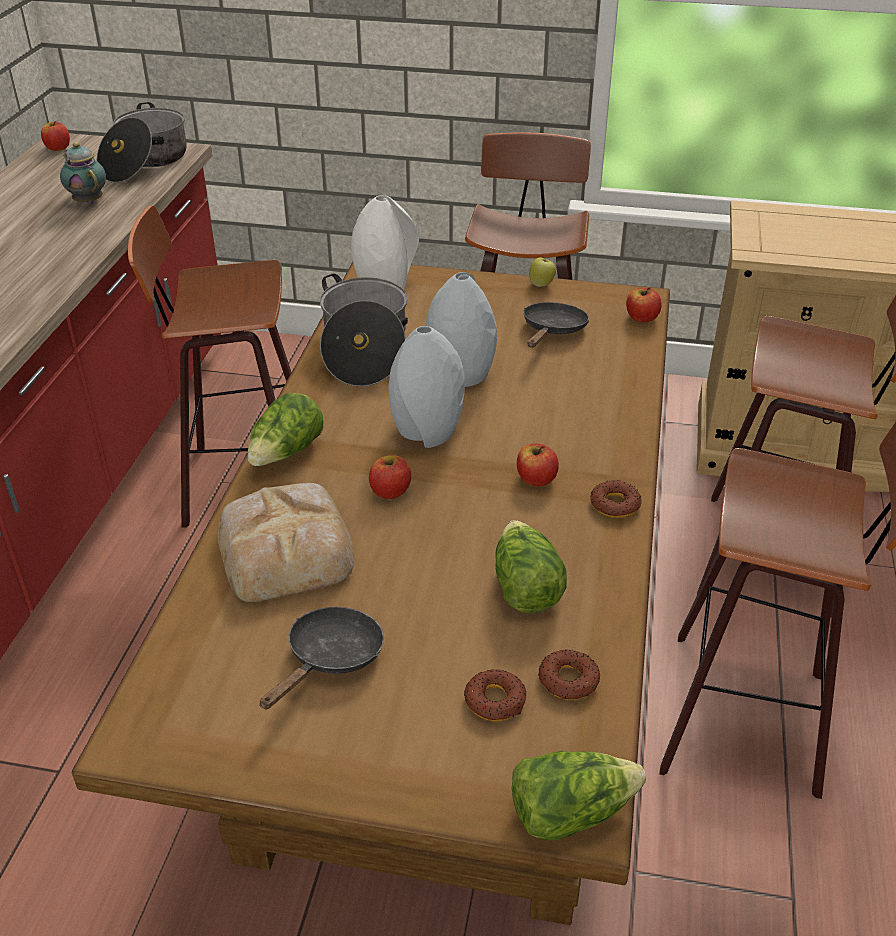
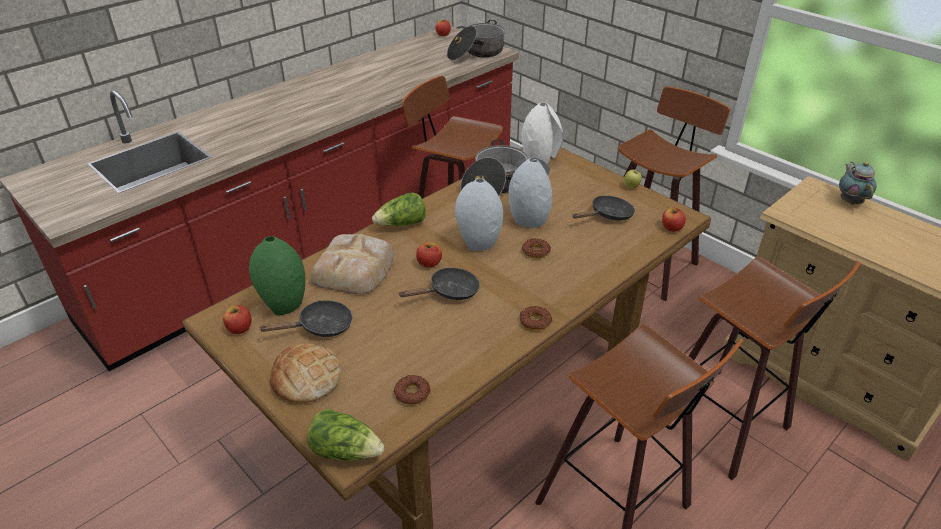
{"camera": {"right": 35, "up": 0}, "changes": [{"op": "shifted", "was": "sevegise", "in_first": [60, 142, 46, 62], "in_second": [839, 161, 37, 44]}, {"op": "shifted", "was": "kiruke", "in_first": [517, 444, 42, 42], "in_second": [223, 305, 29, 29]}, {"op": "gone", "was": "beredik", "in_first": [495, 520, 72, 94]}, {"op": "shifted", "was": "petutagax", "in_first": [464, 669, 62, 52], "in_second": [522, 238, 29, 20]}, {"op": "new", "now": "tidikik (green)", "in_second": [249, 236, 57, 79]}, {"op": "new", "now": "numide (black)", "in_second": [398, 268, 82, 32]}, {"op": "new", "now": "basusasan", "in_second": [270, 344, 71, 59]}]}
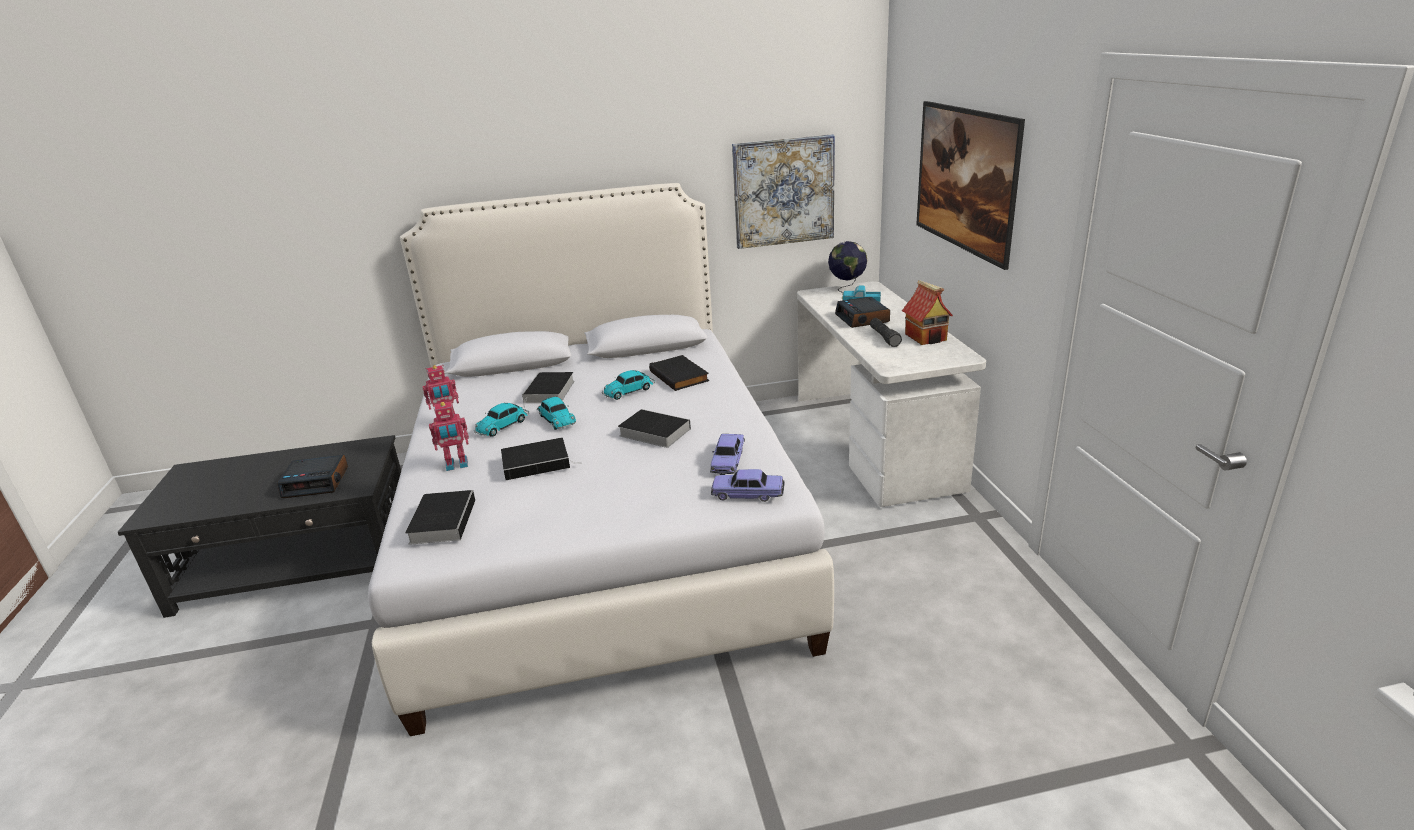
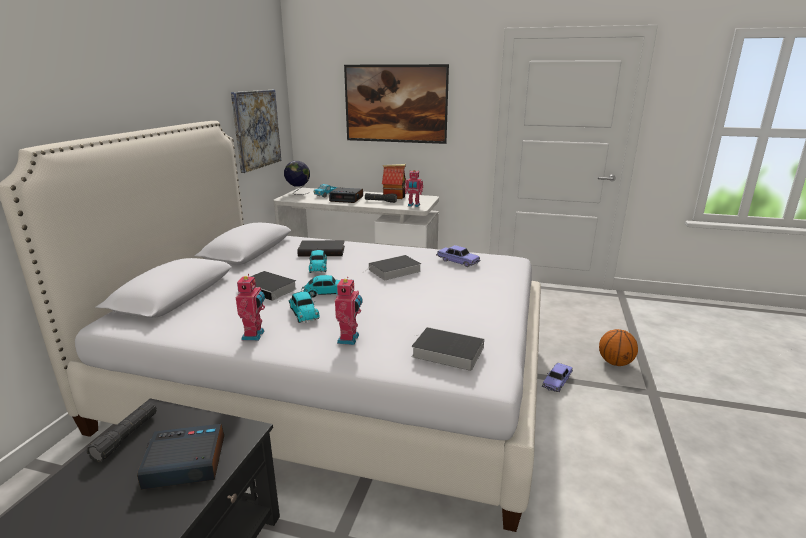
{"camera": {"right": -65, "up": -5}, "changes": [{"op": "gone", "was": "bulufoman", "in_first": [501, 438, 77, 42]}, {"op": "rotated", "was": "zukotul", "in_first": [277, 455, 71, 43], "in_second": [137, 424, 87, 66], "clockwise": -120}, {"op": "shifted", "was": "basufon", "in_first": [711, 469, 74, 33], "in_second": [542, 363, 31, 29]}, {"op": "new", "now": "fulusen", "in_second": [405, 170, 18, 37]}, {"op": "new", "now": "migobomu", "in_second": [599, 329, 39, 37]}, {"op": "new", "now": "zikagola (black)", "in_second": [87, 402, 70, 60]}]}
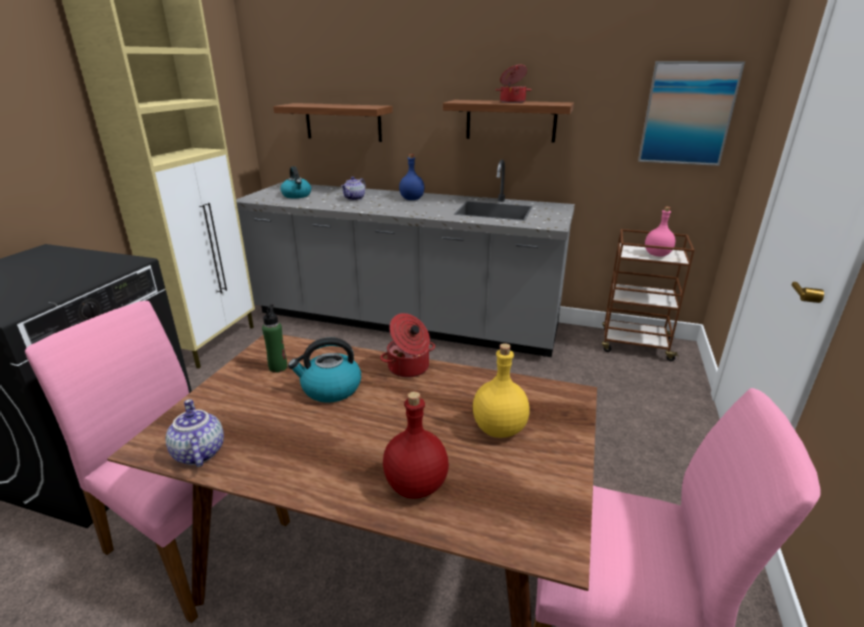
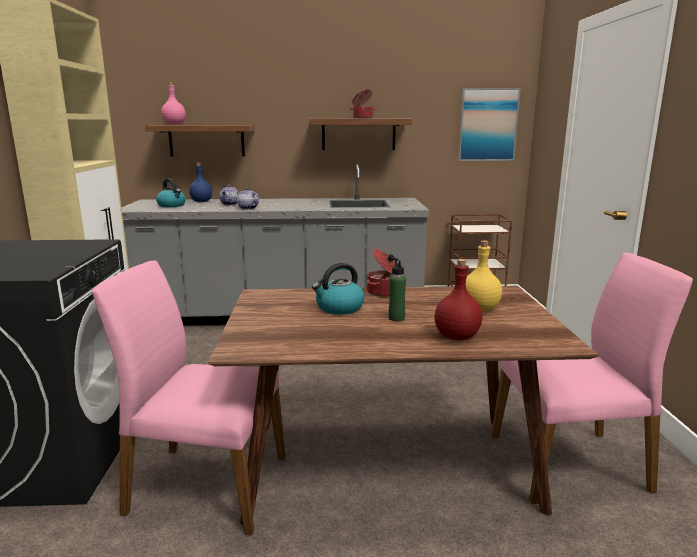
{"camera": {"right": -20, "up": -10}, "changes": [{"op": "shifted", "was": "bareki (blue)", "in_first": [399, 154, 25, 46], "in_second": [189, 162, 23, 40]}, {"op": "shifted", "was": "bareki (pink)", "in_first": [645, 207, 30, 50], "in_second": [161, 82, 25, 43]}, {"op": "shifted", "was": "bareki (green)", "in_first": [262, 304, 25, 69], "in_second": [388, 258, 18, 63]}, {"op": "shifted", "was": "sevegise", "in_first": [166, 399, 58, 68], "in_second": [237, 188, 22, 22]}]}
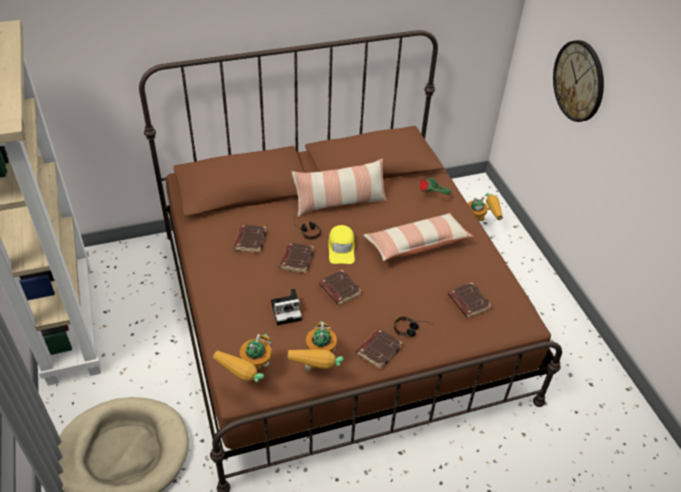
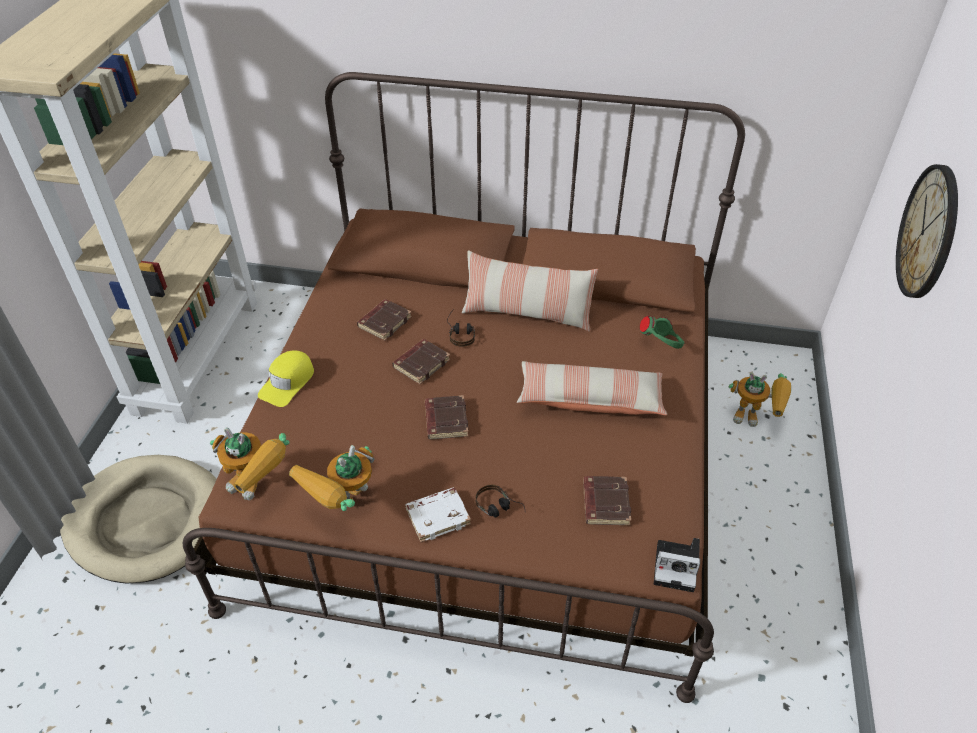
{"camera": {"right": 30, "up": 0}, "changes": [{"op": "shifted", "was": "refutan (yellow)", "in_first": [328, 225, 27, 39], "in_second": [258, 350, 56, 57]}, {"op": "shifted", "was": "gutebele", "in_first": [271, 289, 31, 36], "in_second": [654, 538, 46, 54]}, {"op": "repainted", "was": "bulufoman (brown)", "now": "bulufoman (white)", "in_first": [356, 328, 47, 42], "in_second": [405, 487, 66, 56]}, {"op": "rotated", "was": "fulusen", "in_first": [213, 334, 59, 48], "in_second": [210, 427, 79, 73], "clockwise": -120}]}
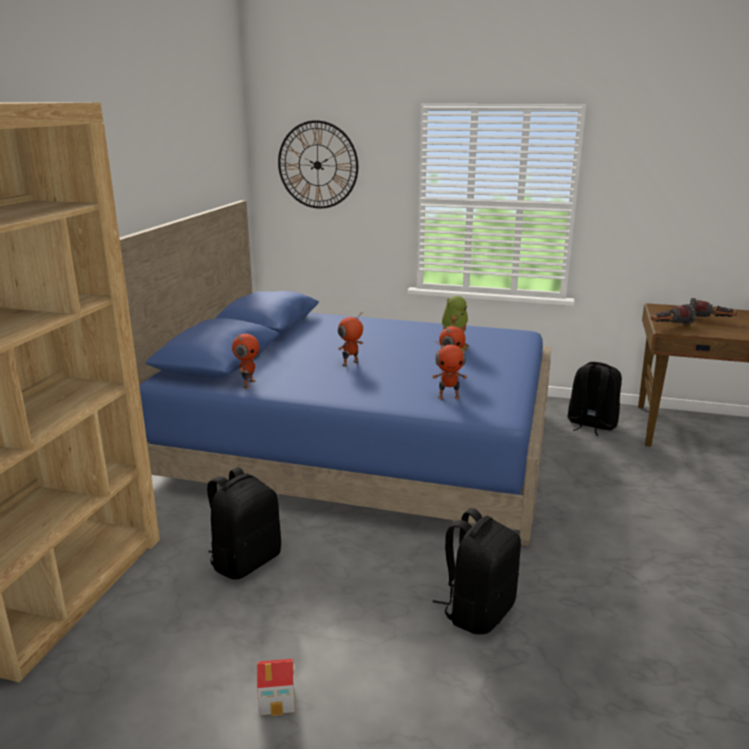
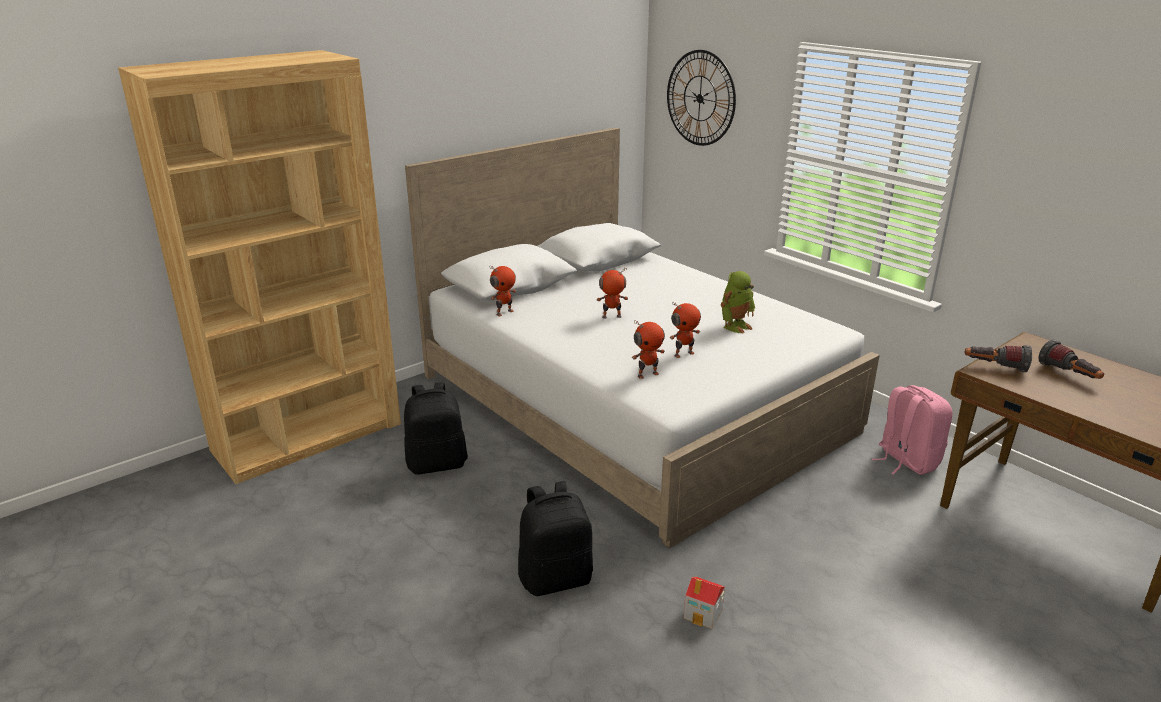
{"camera": {"right": 35, "up": 5}, "changes": [{"op": "repainted", "was": "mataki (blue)", "now": "mataki (white)", "in_first": [119, 200, 432, 346], "in_second": [405, 128, 475, 420]}, {"op": "rotated", "was": "fulusen", "in_first": [432, 340, 35, 59], "in_second": [632, 321, 33, 58], "clockwise": -60}, {"op": "repainted", "was": "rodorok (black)", "now": "rodorok (pink)", "in_first": [567, 362, 55, 74], "in_second": [872, 385, 81, 90]}, {"op": "shifted", "was": "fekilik", "in_first": [257, 659, 38, 57], "in_second": [684, 577, 41, 52]}]}
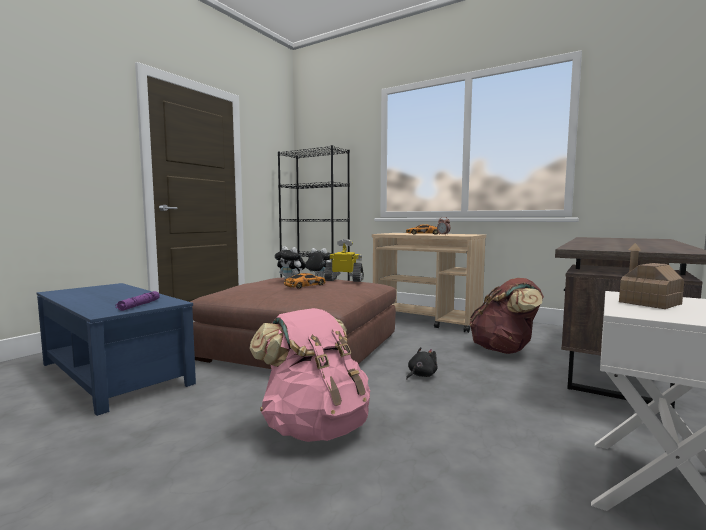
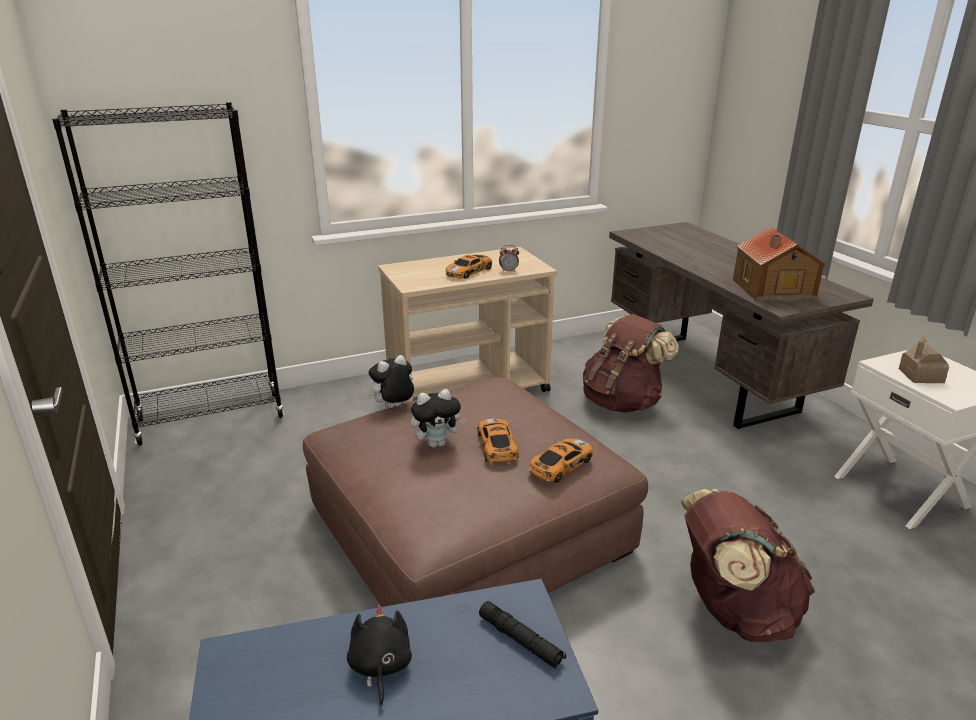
{"camera": {"right": -55, "up": 20}, "changes": [{"op": "gone", "was": "fulusen", "in_first": [324, 239, 40, 43]}, {"op": "repainted", "was": "zikagola (purple)", "now": "zikagola (black)", "in_first": [116, 291, 44, 20], "in_second": [479, 601, 87, 68]}, {"op": "repainted", "was": "rodorok (pink)", "now": "rodorok (brown)", "in_first": [249, 308, 121, 134], "in_second": [680, 489, 135, 153]}, {"op": "shifted", "was": "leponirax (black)", "in_first": [406, 347, 32, 32], "in_second": [347, 605, 65, 102]}, {"op": "new", "now": "fekilik", "in_second": [733, 226, 93, 75]}, {"op": "new", "now": "basufon", "in_second": [528, 438, 65, 45]}]}
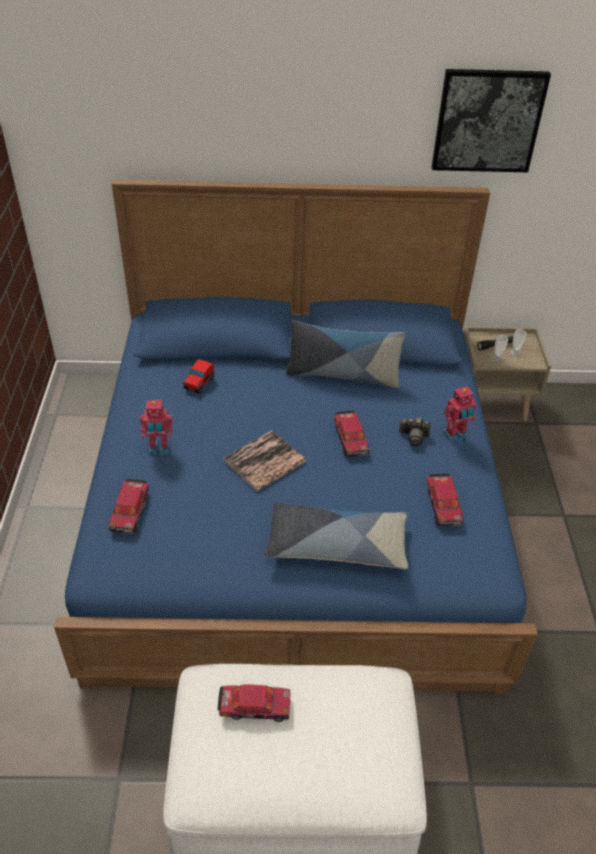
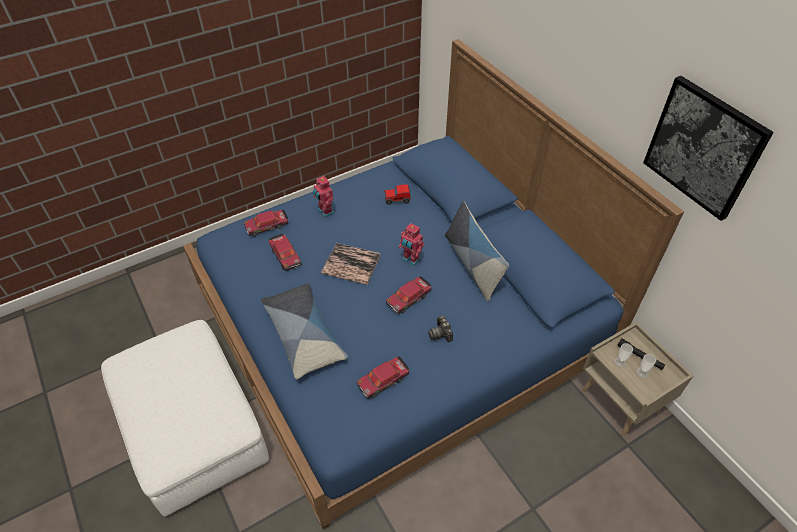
{"camera": {"right": 60, "up": 5}, "changes": [{"op": "shifted", "was": "fulusen", "in_first": [443, 386, 33, 56], "in_second": [399, 223, 25, 43]}, {"op": "shifted", "was": "basufon", "in_first": [218, 684, 73, 38], "in_second": [269, 234, 32, 37]}]}
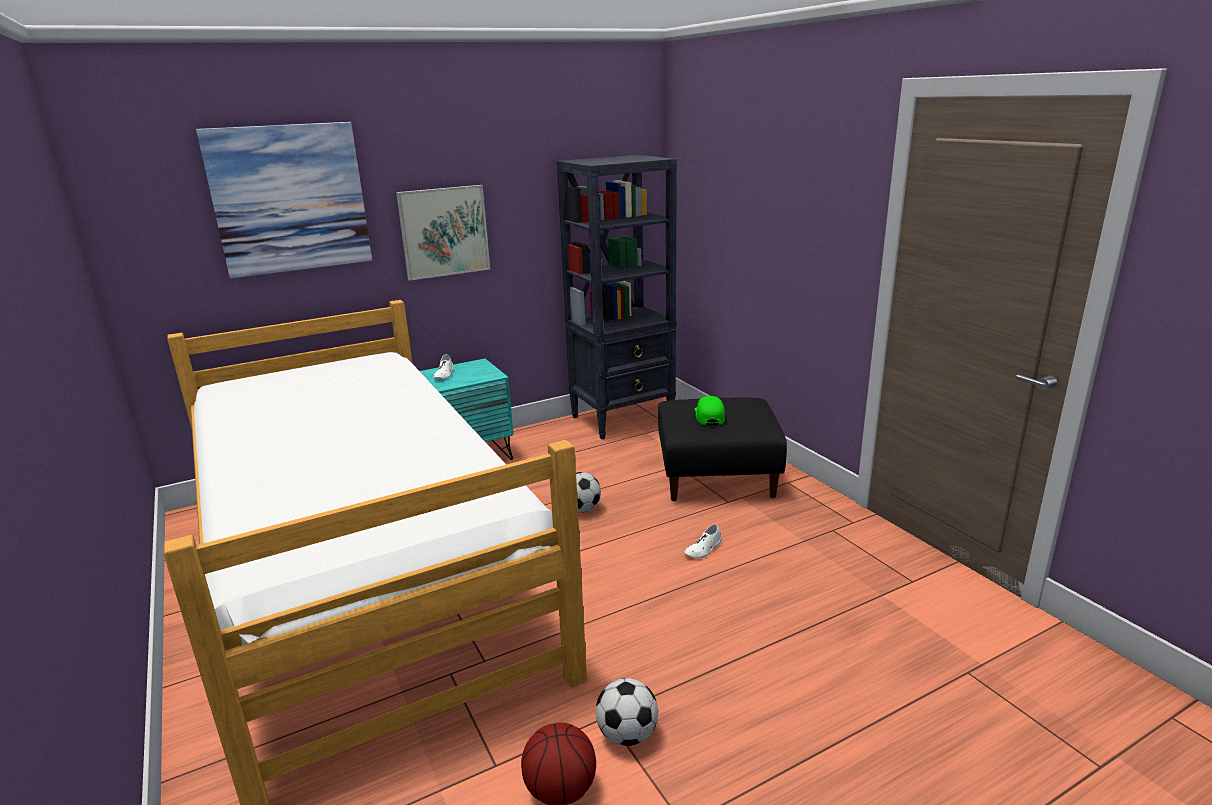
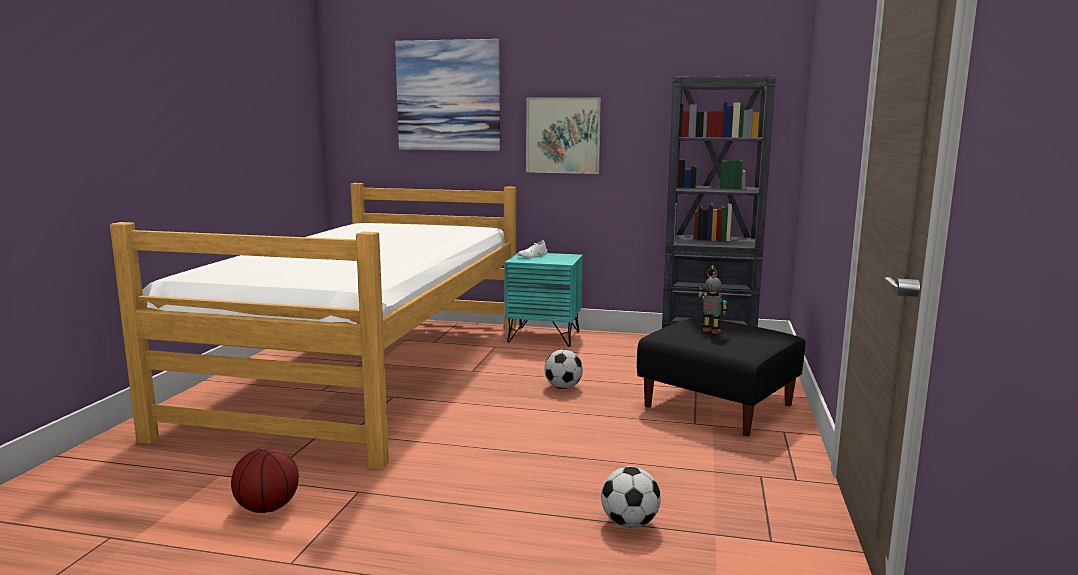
{"camera": {"right": 40, "up": -10}, "changes": [{"op": "swapped", "was": "refutan (green)", "now": "fulusen", "in_first": [695, 396, 30, 30], "in_second": [698, 272, 29, 62]}, {"op": "gone", "was": "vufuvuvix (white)", "in_first": [684, 524, 38, 34]}, {"op": "shifted", "was": "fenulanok", "in_first": [596, 678, 62, 68], "in_second": [601, 466, 60, 62]}]}
